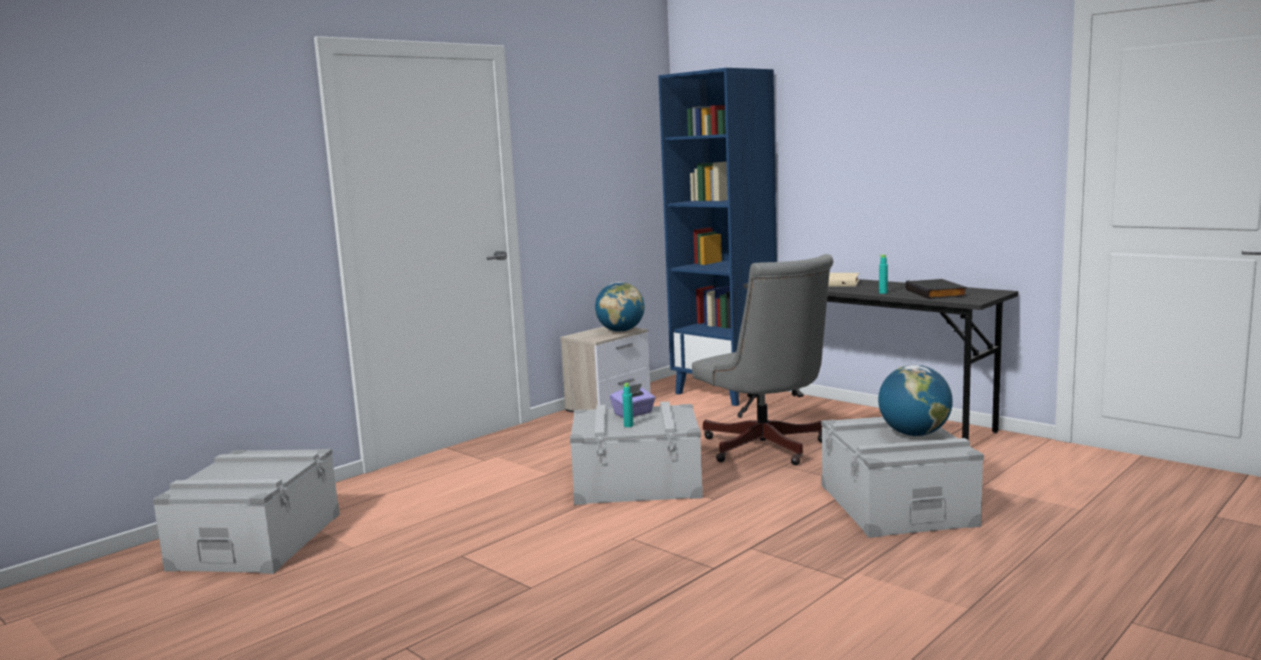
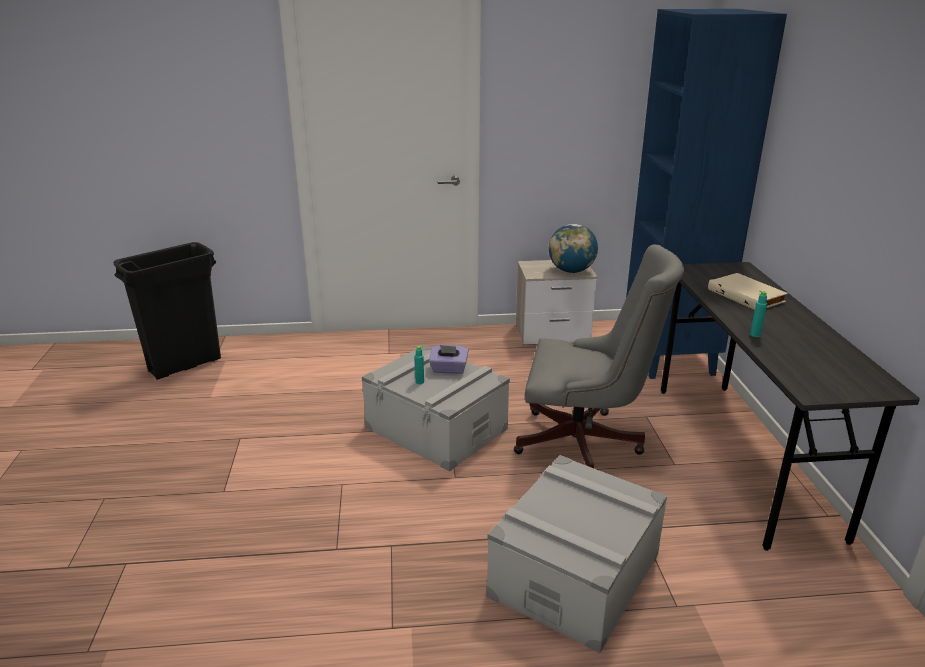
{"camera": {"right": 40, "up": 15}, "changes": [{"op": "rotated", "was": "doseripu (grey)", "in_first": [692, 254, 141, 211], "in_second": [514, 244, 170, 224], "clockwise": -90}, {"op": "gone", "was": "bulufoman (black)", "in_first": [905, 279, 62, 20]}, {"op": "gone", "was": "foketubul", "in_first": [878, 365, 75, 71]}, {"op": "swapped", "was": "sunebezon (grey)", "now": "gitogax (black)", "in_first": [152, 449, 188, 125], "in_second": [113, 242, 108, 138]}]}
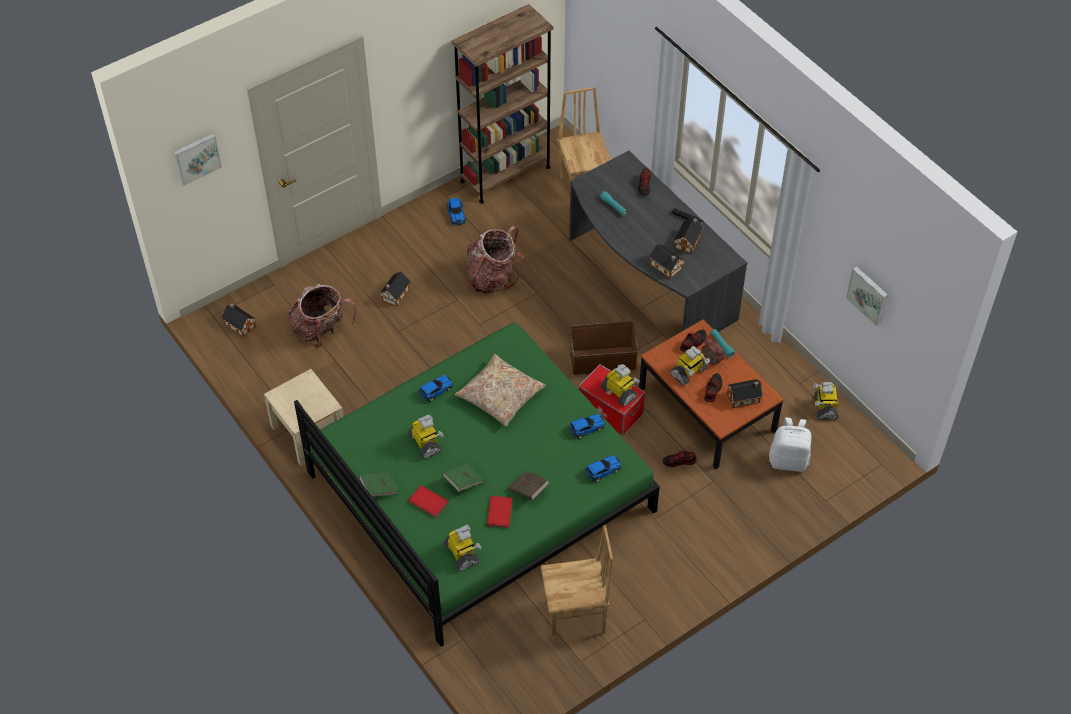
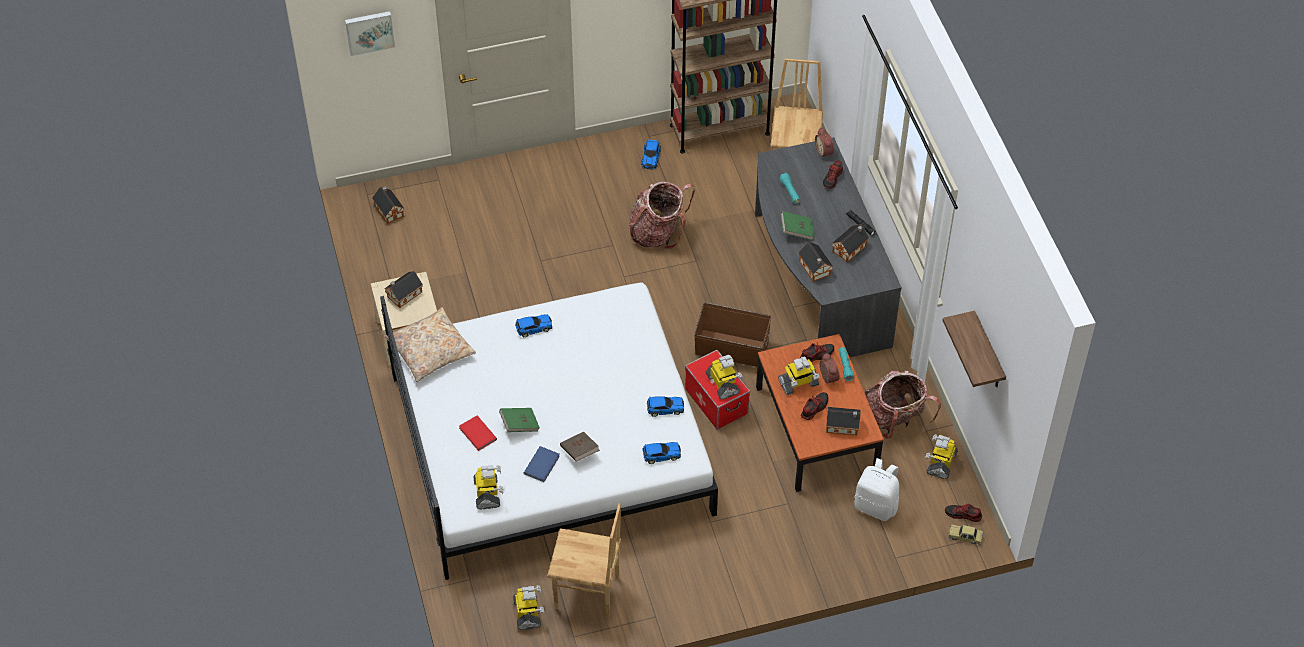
{"camera": {"right": 20, "up": 0}, "changes": [{"op": "swapped", "was": "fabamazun", "now": "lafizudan", "in_first": [846, 267, 42, 59], "in_second": [942, 311, 64, 76]}, {"op": "shifted", "was": "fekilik", "in_first": [379, 272, 32, 34], "in_second": [384, 271, 39, 37]}, {"op": "shifted", "was": "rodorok", "in_first": [287, 284, 69, 64], "in_second": [865, 371, 76, 68]}, {"op": "repainted", "was": "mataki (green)", "now": "mataki (white)", "in_first": [294, 323, 366, 324], "in_second": [380, 283, 338, 297]}, {"op": "shifted", "was": "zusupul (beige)", "in_first": [454, 354, 92, 73], "in_second": [384, 307, 92, 75]}, {"op": "shifted", "was": "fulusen", "in_first": [408, 415, 36, 44], "in_second": [513, 585, 32, 45]}, {"op": "shifted", "was": "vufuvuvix", "in_first": [663, 450, 34, 17], "in_second": [945, 504, 37, 18]}, {"op": "shifted", "was": "bulufoman (green)", "in_first": [359, 472, 40, 25], "in_second": [781, 211, 34, 29]}, {"op": "repainted", "was": "bulufoman (red)", "now": "bulufoman (blue)", "in_first": [487, 496, 25, 32], "in_second": [524, 446, 36, 36]}, {"op": "new", "now": "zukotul", "in_second": [815, 128, 19, 30]}, {"op": "new", "now": "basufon", "in_second": [948, 524, 36, 21]}]}
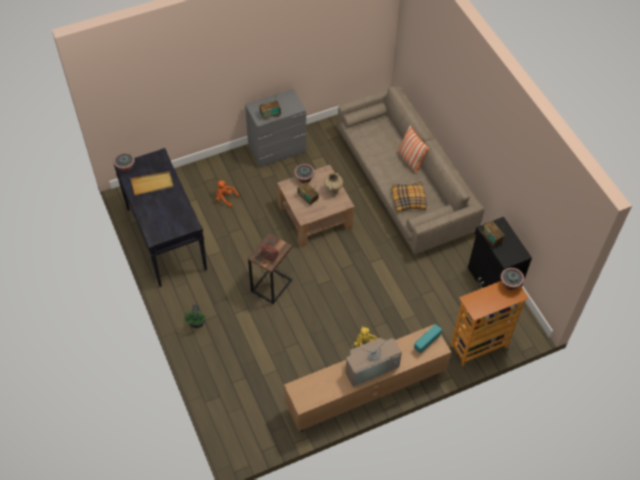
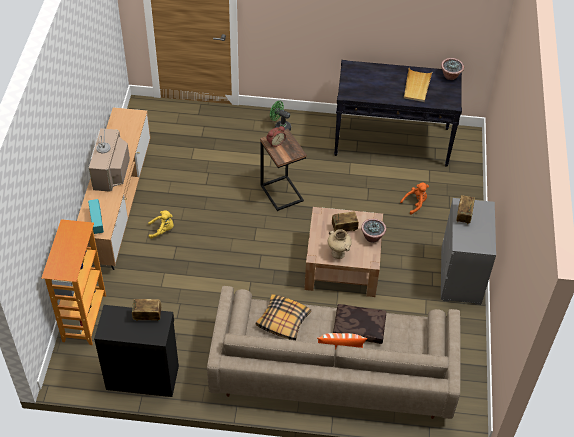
{"camera": {"right": 120, "up": -5}, "changes": [{"op": "gone", "was": "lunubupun", "in_first": [501, 268, 23, 22]}, {"op": "new", "now": "zusupul (brown)", "in_second": [333, 304, 53, 40]}]}
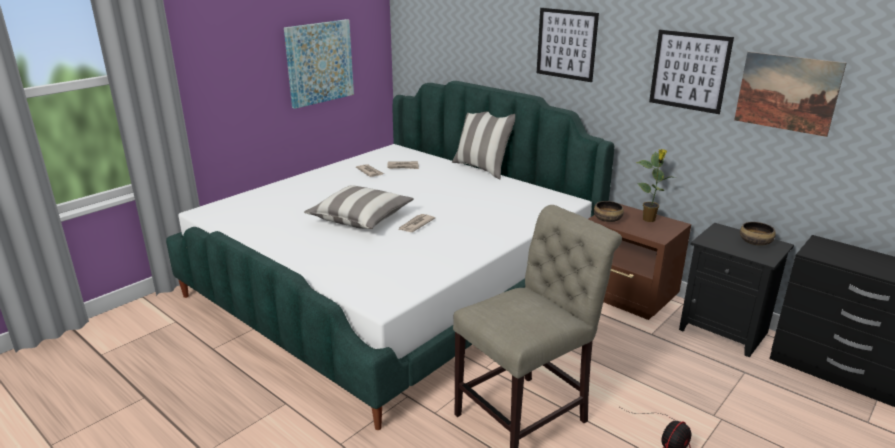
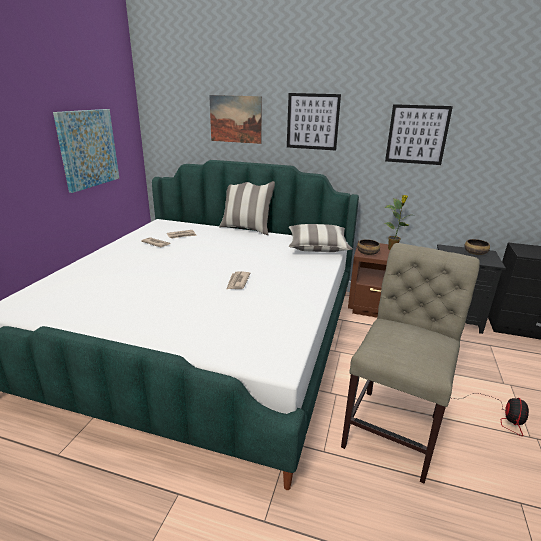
{"camera": {"right": -25, "up": 0}, "changes": [{"op": "shifted", "was": "fabamazun", "in_first": [734, 52, 112, 85], "in_second": [209, 95, 53, 49]}, {"op": "shifted", "was": "zusupul", "in_first": [304, 185, 110, 44], "in_second": [289, 224, 64, 28]}]}
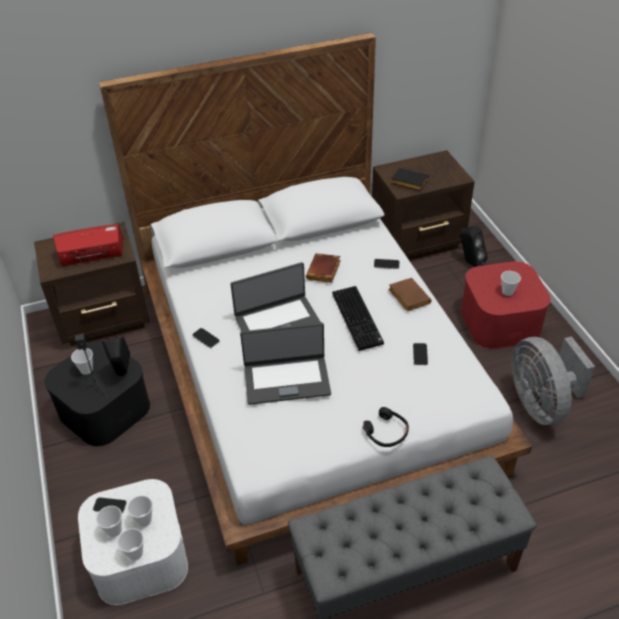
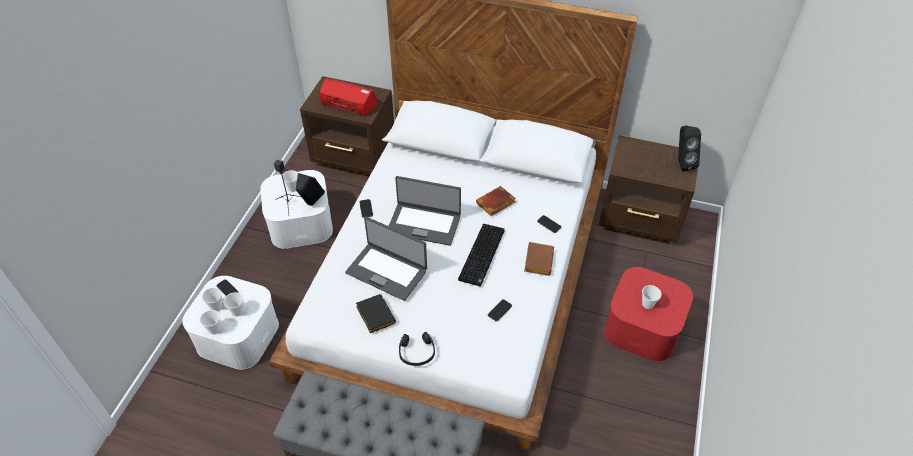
{"camera": {"right": 35, "up": 5}, "changes": [{"op": "shifted", "was": "bulufoman (black)", "in_first": [391, 168, 38, 23], "in_second": [356, 294, 40, 39]}, {"op": "shifted", "was": "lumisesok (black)", "in_first": [460, 225, 28, 42], "in_second": [678, 126, 23, 45]}, {"op": "gone", "was": "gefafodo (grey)", "in_first": [512, 336, 83, 89]}, {"op": "repainted", "was": "sunebezon (black)", "now": "sunebezon (white)", "in_first": [44, 341, 106, 105], "in_second": [261, 170, 72, 79]}]}
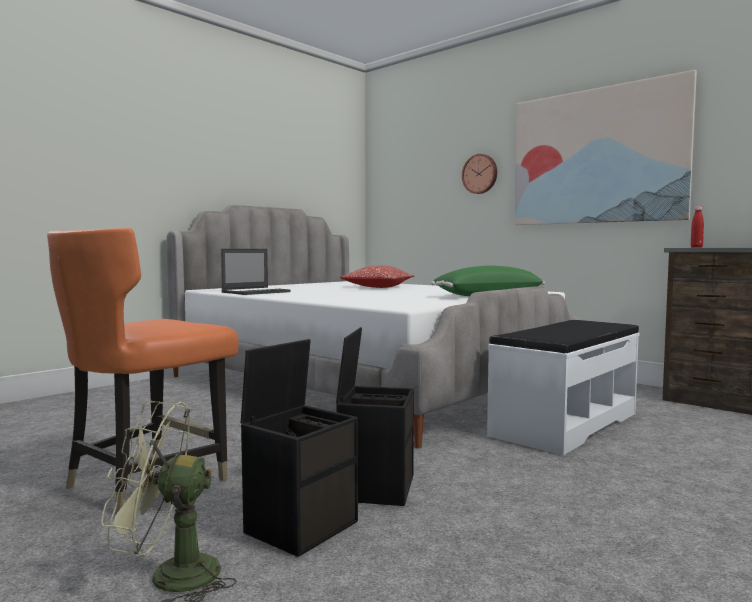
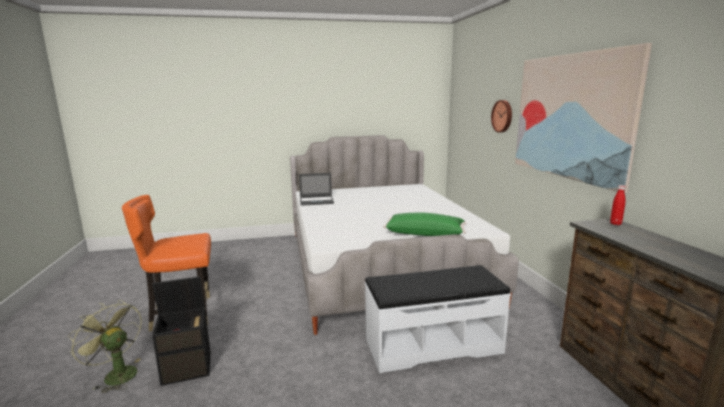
{"camera": {"right": 35, "up": 10}, "changes": [{"op": "gone", "was": "zusupul", "in_first": [340, 266, 74, 22]}, {"op": "gone", "was": "sunebezon (black)", "in_first": [336, 327, 78, 179]}]}
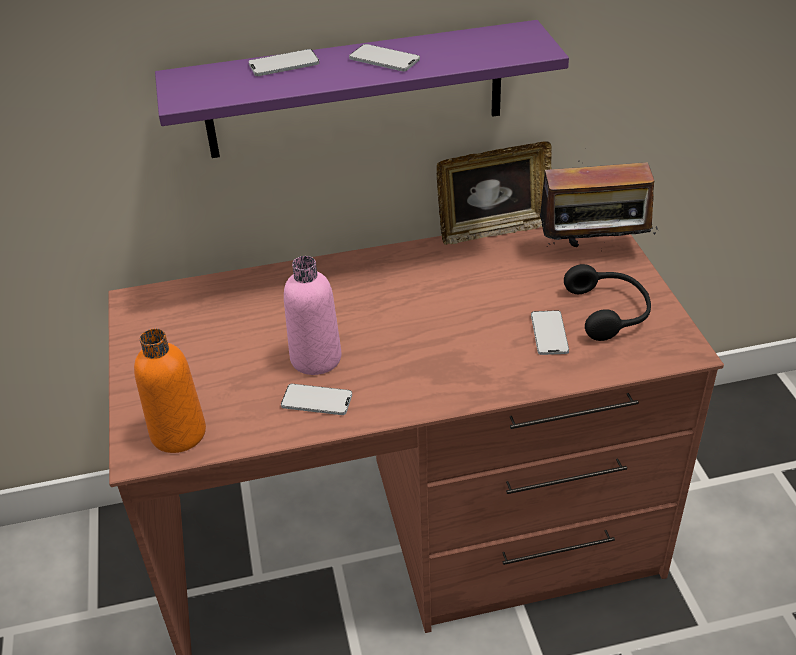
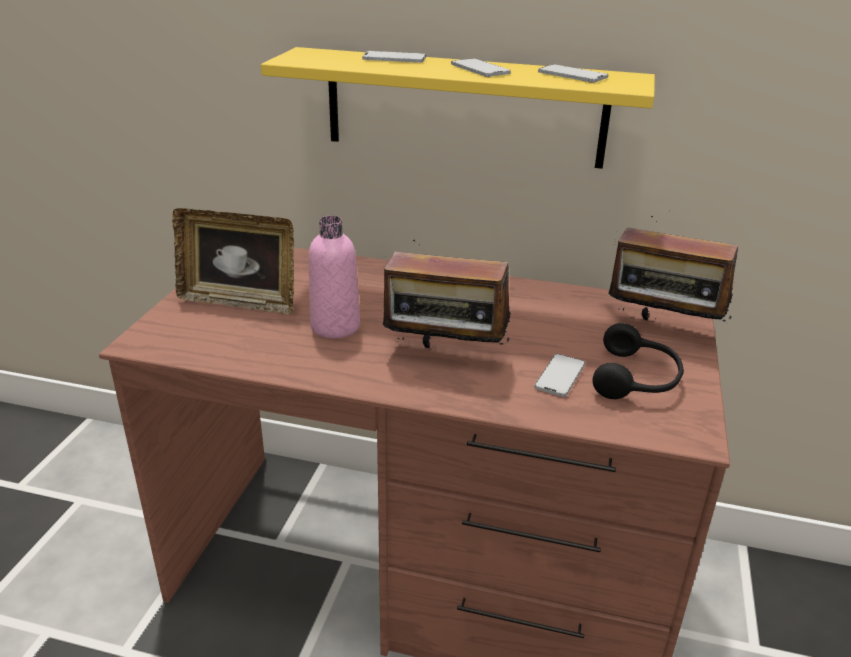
{"camera": {"right": 25, "up": -10}, "changes": [{"op": "repainted", "was": "lafizudan (purple)", "now": "lafizudan (yellow)", "in_first": [155, 20, 414, 138], "in_second": [261, 47, 394, 122]}, {"op": "shifted", "was": "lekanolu", "in_first": [437, 141, 115, 104], "in_second": [172, 208, 122, 107]}, {"op": "gone", "was": "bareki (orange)", "in_first": [134, 329, 72, 124]}, {"op": "shifted", "was": "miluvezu", "in_first": [281, 384, 71, 31], "in_second": [538, 64, 71, 19]}, {"op": "new", "now": "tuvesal", "in_second": [383, 240, 128, 108]}]}
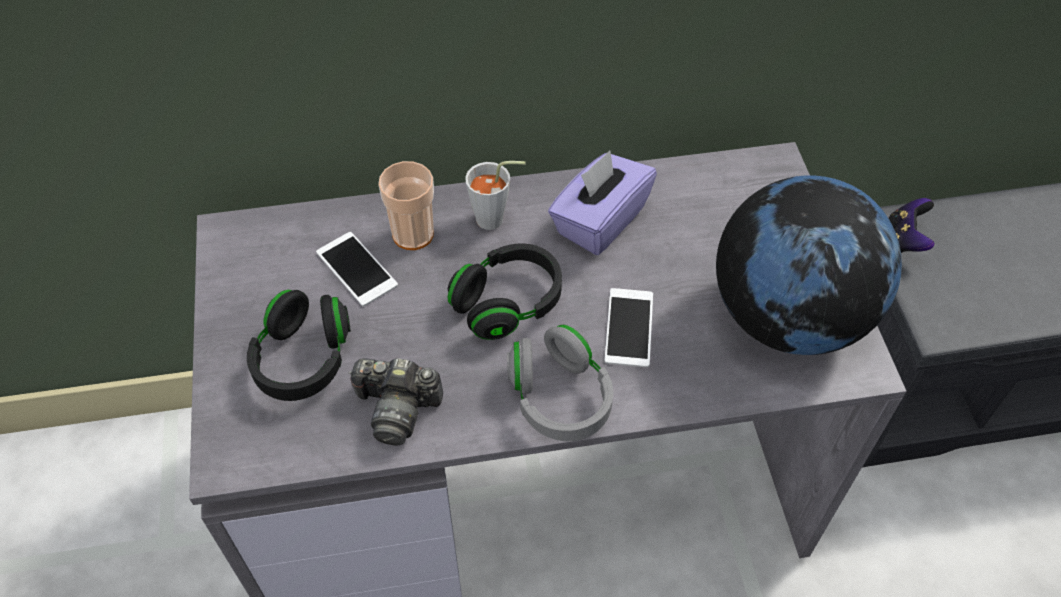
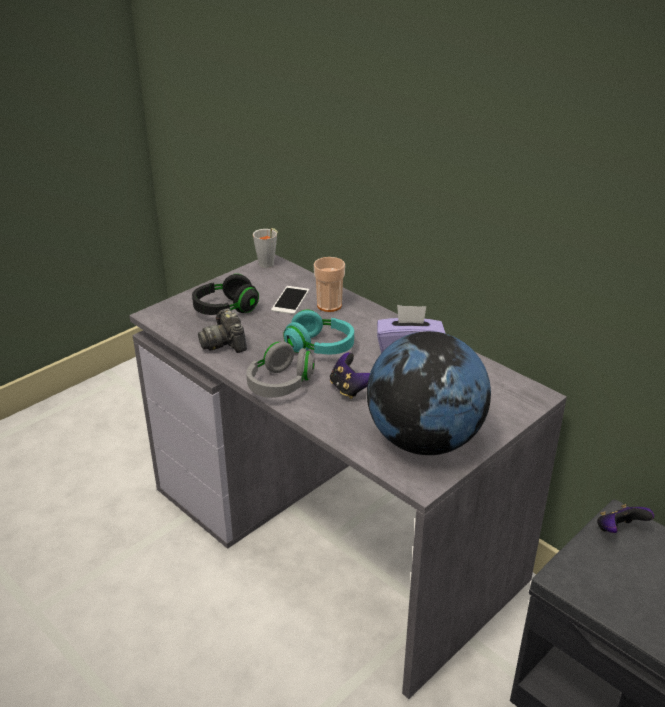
{"camera": {"right": 55, "up": -20}, "changes": [{"op": "shifted", "was": "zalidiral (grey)", "in_first": [465, 161, 61, 69], "in_second": [253, 228, 25, 40]}, {"op": "repainted", "was": "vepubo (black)", "now": "vepubo (turquoise)", "in_first": [448, 243, 114, 97], "in_second": [283, 310, 71, 44]}, {"op": "swapped", "was": "miluvezu", "now": "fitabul", "in_first": [604, 288, 49, 79], "in_second": [330, 352, 40, 47]}]}
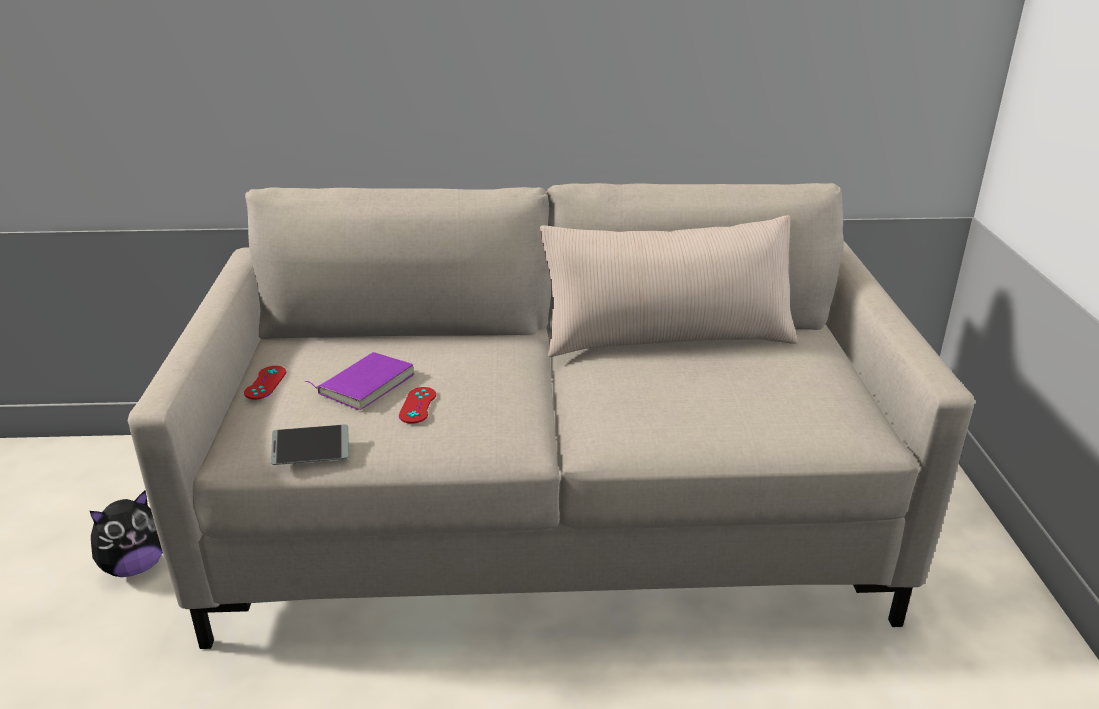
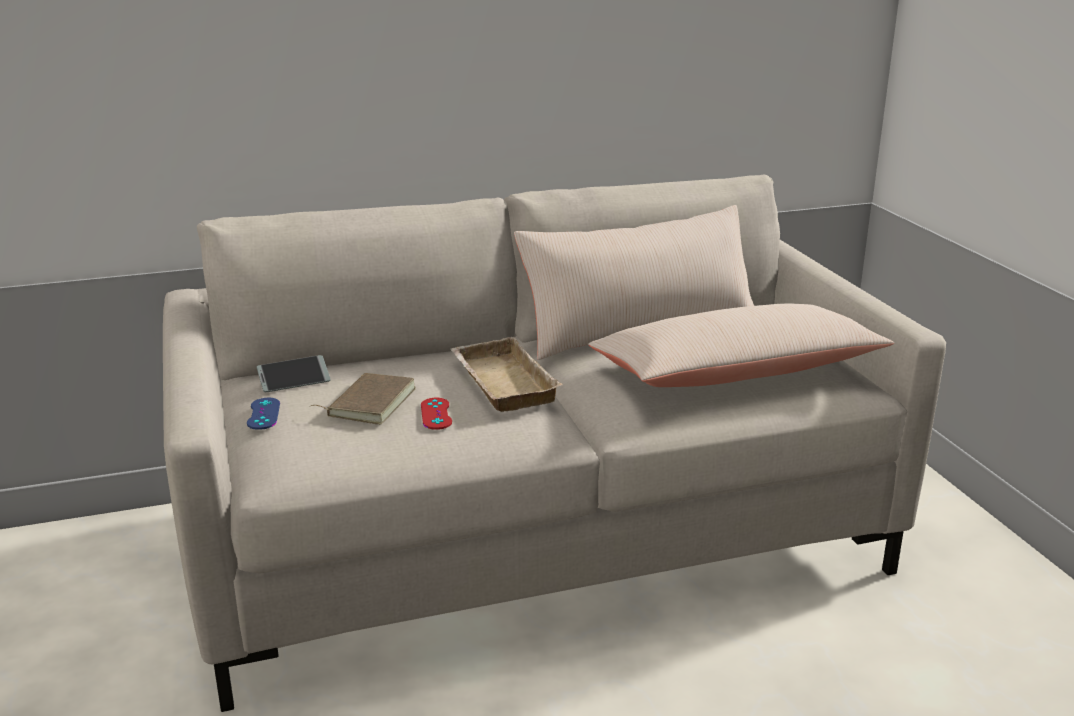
{"camera": {"right": -15, "up": -5}, "changes": [{"op": "repainted", "was": "bulufoman (purple)", "now": "bulufoman (brown)", "in_first": [305, 352, 109, 58], "in_second": [311, 373, 105, 52]}, {"op": "repainted", "was": "fitabul (red)", "now": "fitabul (blue)", "in_first": [244, 366, 43, 33], "in_second": [247, 398, 33, 32]}, {"op": "shifted", "was": "miluvezu", "in_first": [271, 424, 78, 41], "in_second": [257, 355, 74, 37]}, {"op": "gone", "was": "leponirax", "in_first": [90, 490, 73, 87]}, {"op": "new", "now": "zusupul (beige)", "in_second": [588, 303, 306, 84]}, {"op": "new", "now": "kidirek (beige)", "in_second": [450, 337, 113, 75]}]}
